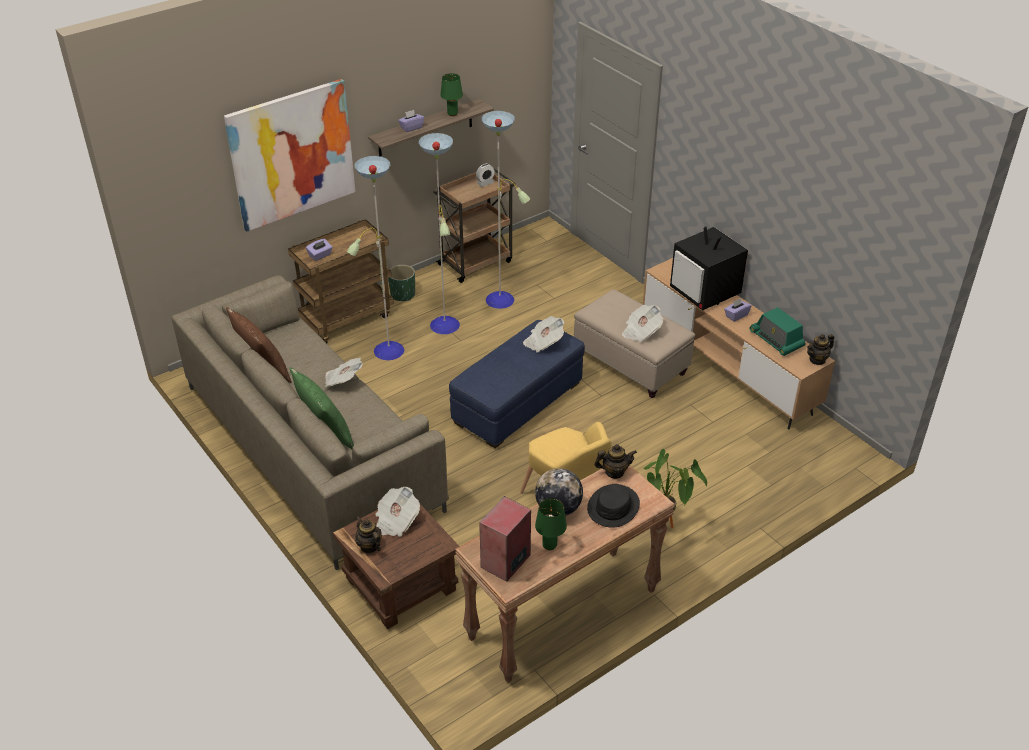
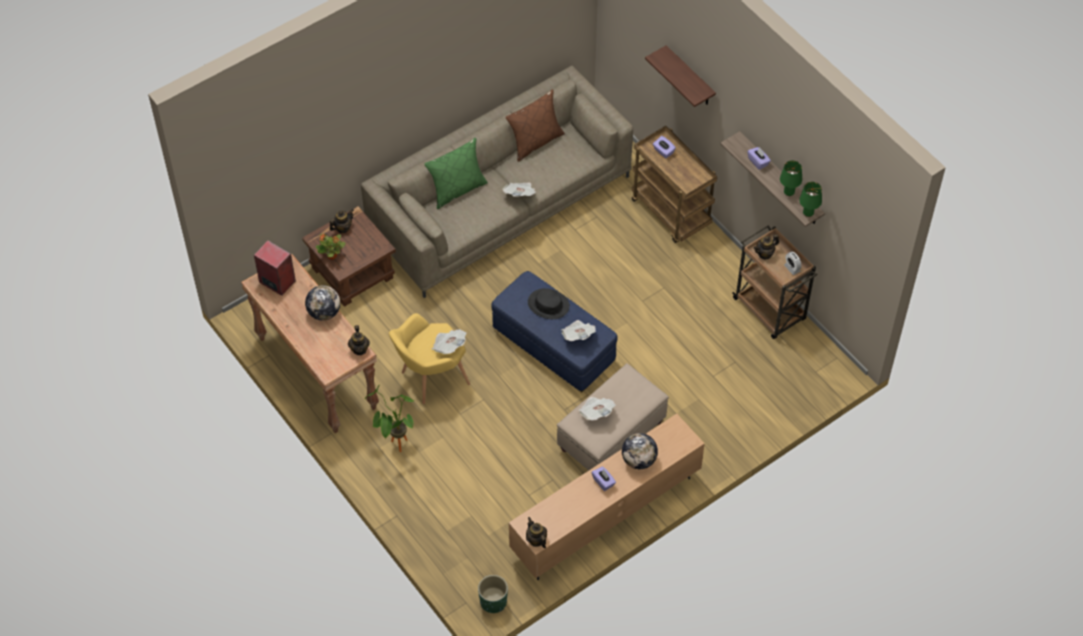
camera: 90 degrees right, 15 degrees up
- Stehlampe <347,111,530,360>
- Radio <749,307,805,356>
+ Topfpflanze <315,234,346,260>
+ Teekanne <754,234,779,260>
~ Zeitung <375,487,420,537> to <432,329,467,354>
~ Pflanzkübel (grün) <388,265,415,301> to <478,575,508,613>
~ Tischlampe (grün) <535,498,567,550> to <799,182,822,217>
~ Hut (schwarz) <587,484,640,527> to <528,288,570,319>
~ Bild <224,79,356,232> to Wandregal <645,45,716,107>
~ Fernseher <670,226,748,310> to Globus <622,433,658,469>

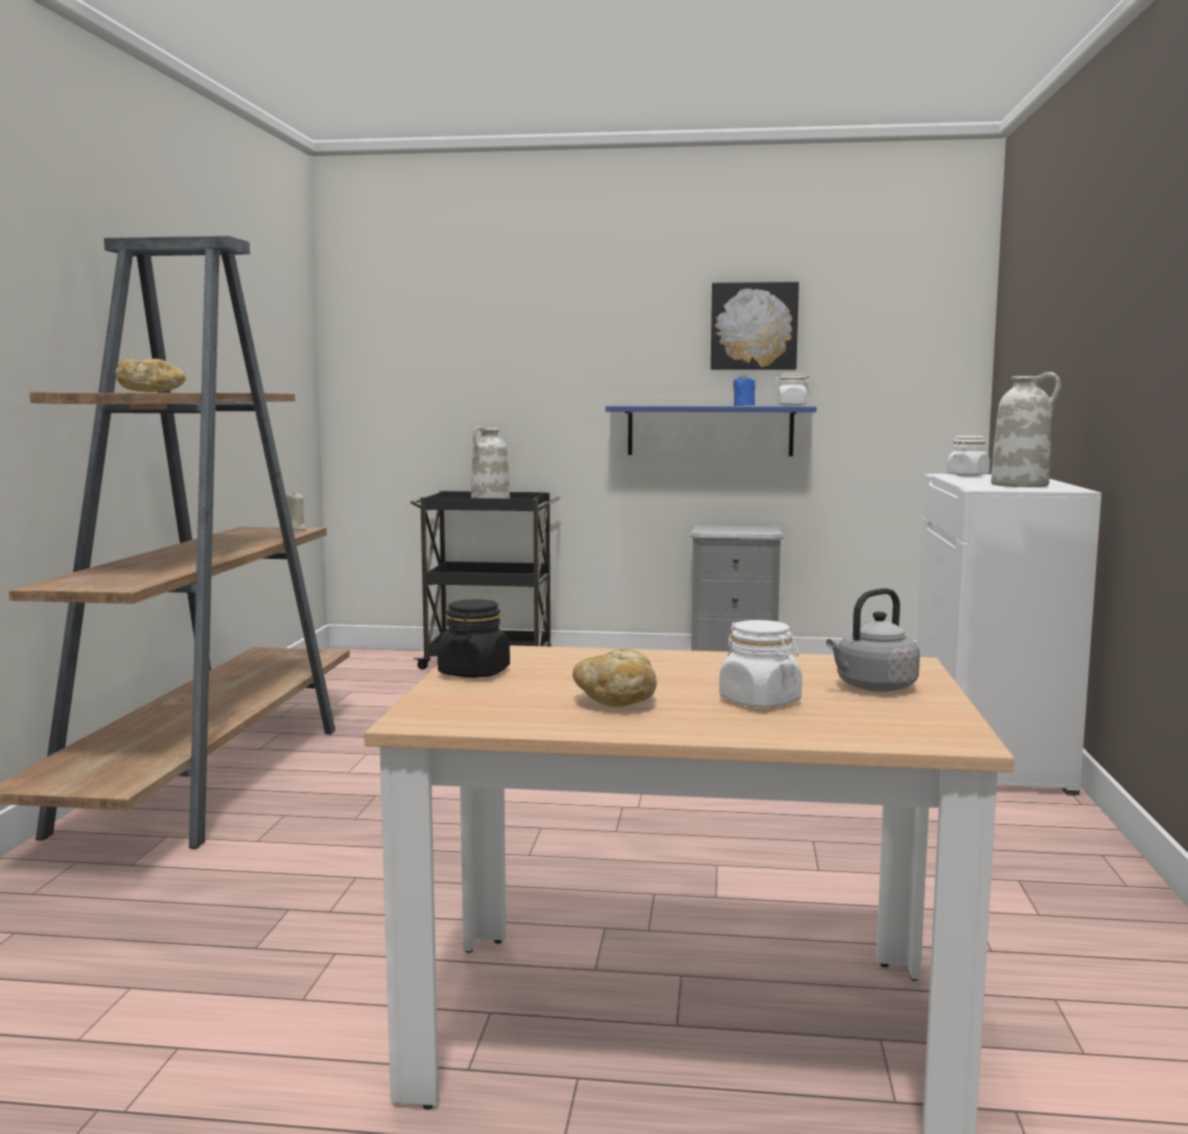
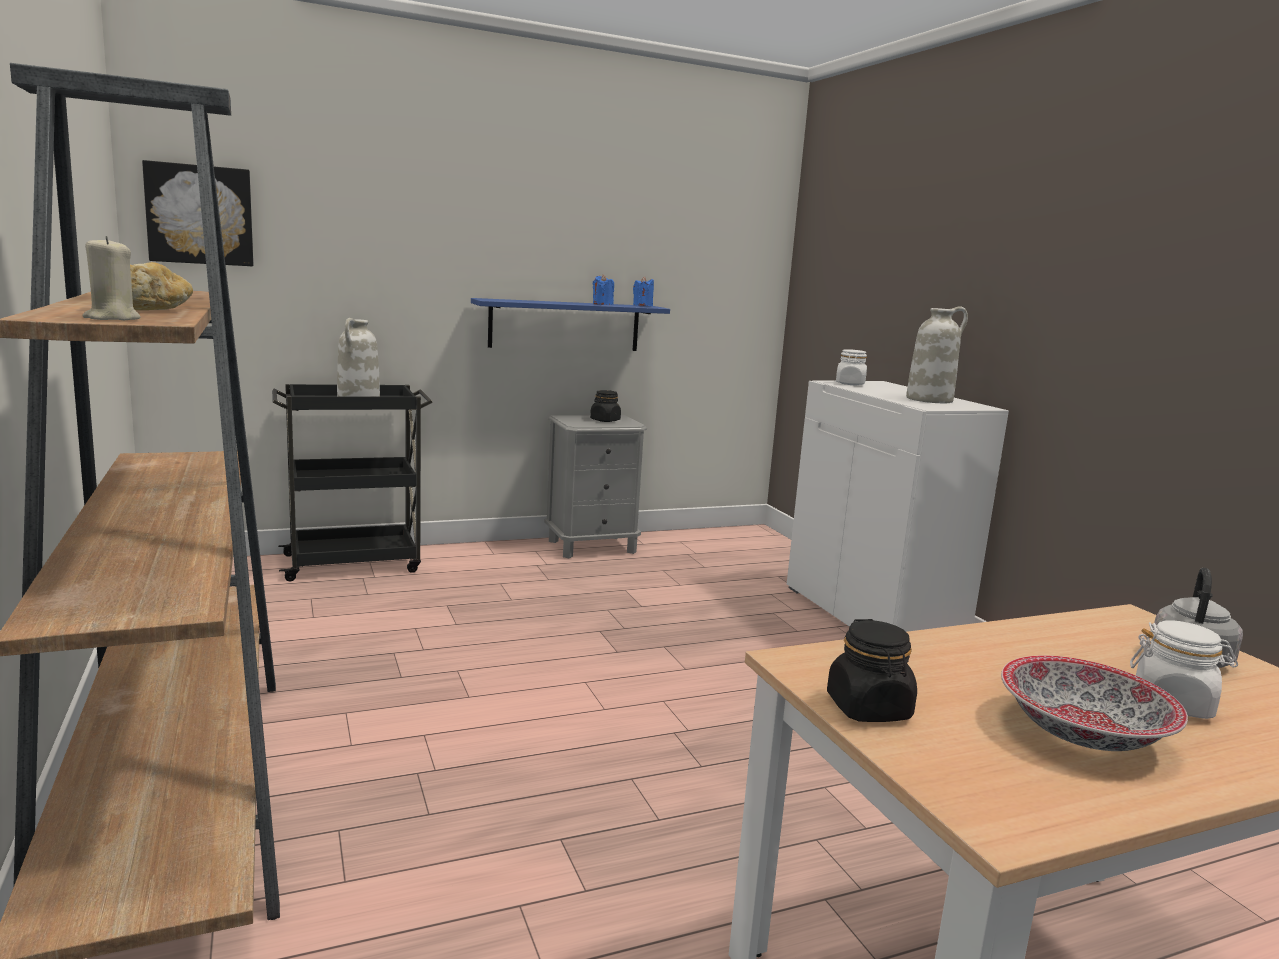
camera: 30 degrees left, 5 degrees up
+ Vorratsglas (schwarz) <590,390,621,422>
~ Kerze (beige) <286,492,306,531> to <83,236,140,320>
~ Bild <711,282,799,370> to <142,160,253,266>
~ Brot <573,648,657,707> to Schüssel <1001,655,1188,751>
~ Vorratsglas (weiß) <774,374,810,406> to Kerze (blau) <633,276,654,306>

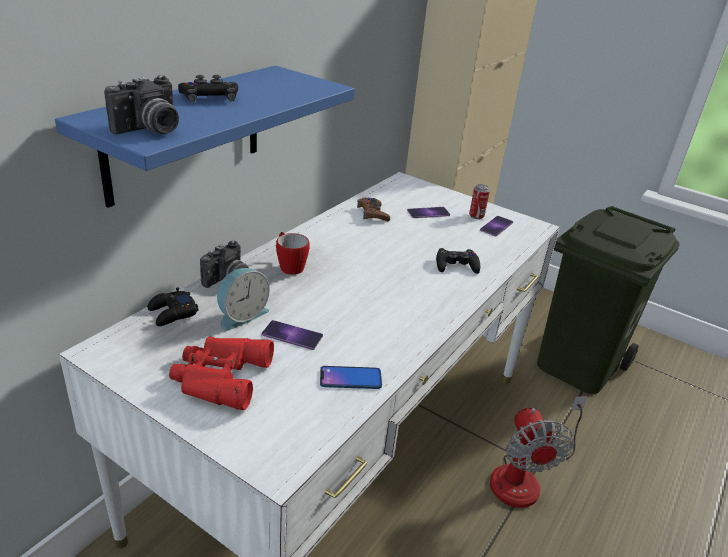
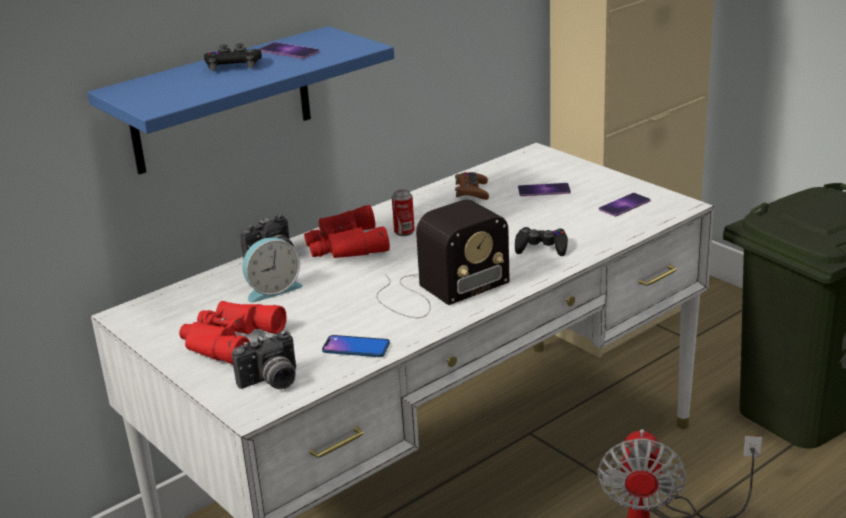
camera: 20 degrees right, 5 degrees down
- Gamepad (schwarz) <147,288,199,326>
+ Radio <376,199,510,318>
~ Kamera <104,75,179,135> to <232,330,296,389>
~ Handy <262,320,323,350> to <259,42,319,59>
~ Dose <469,184,490,219> to <392,190,415,236>
~ Henkelbecher <276,232,309,275> to Fernglas (rot) <304,205,390,258>

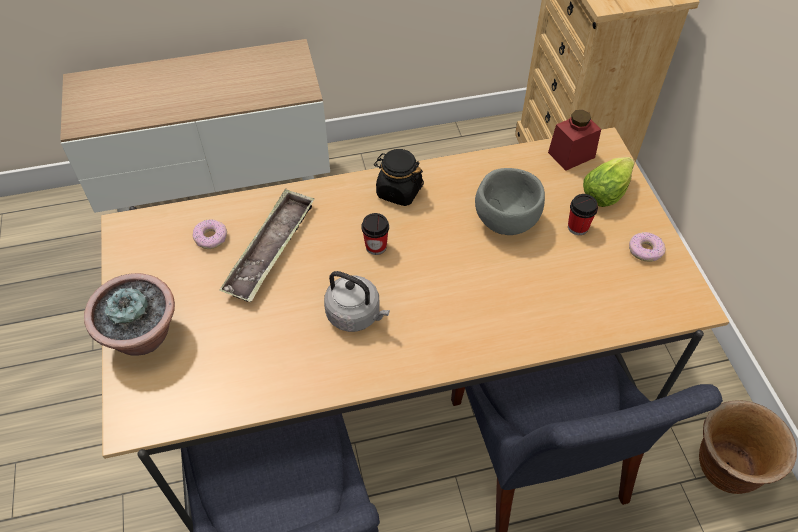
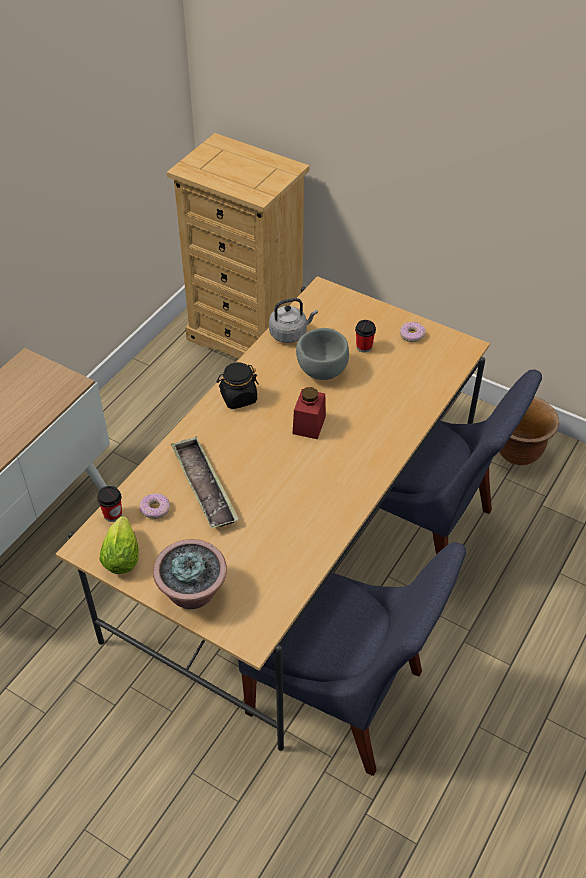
camera: 45 degrees left, 5 degrees down
~ Wasserkessel (grau) <324,271,390,332> to <269,298,318,343>
~ Tasse <361,213,389,255> to <97,486,122,522>
~ Vorratsglas (rot) <548,110,601,171> to <293,387,326,439>
~ Salatkopf <583,157,635,207> to <99,516,139,574>

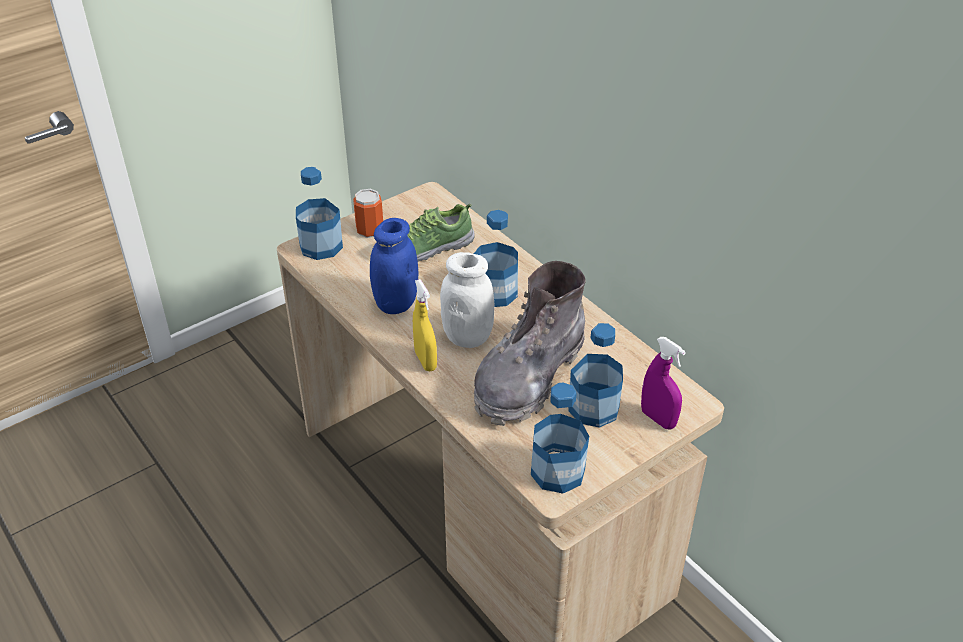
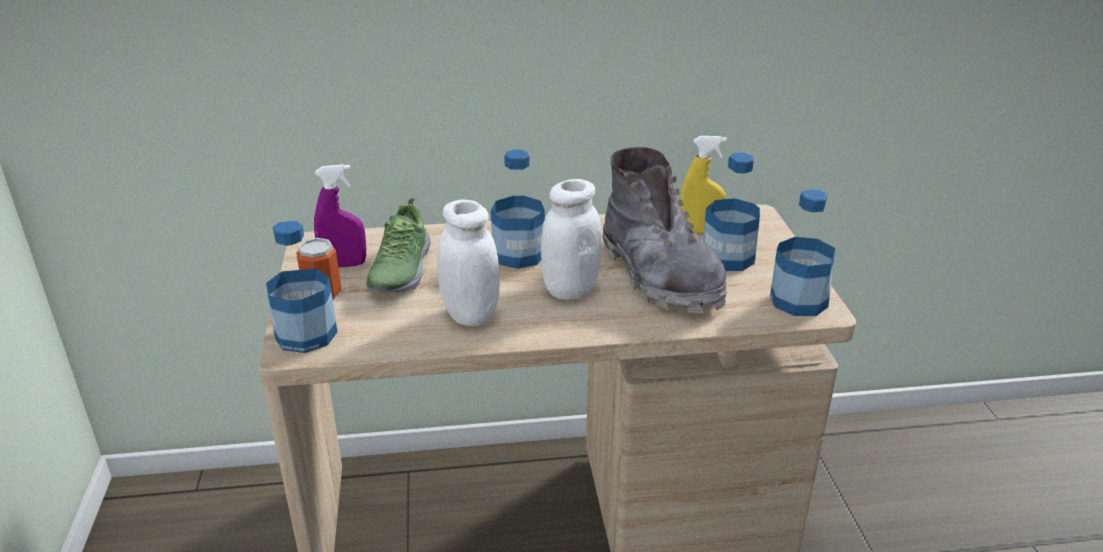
camera: 60 degrees left, 10 degrees down
~ Sprühflasche (gelb) <413,279,437,371> to <680,136,727,233>
~ Sprühflasche (lila) <641,337,686,429> to <314,164,366,268>
~ Vorratsglas (blau) <370,218,418,314> to Vorratsglas (weiß) <437,200,500,326>

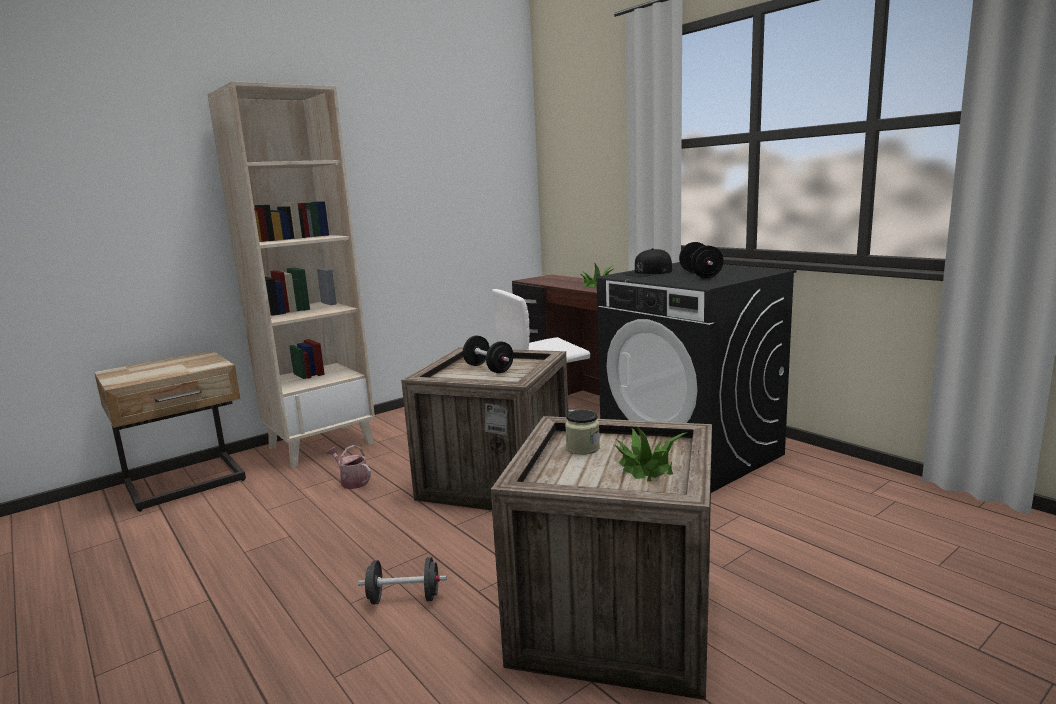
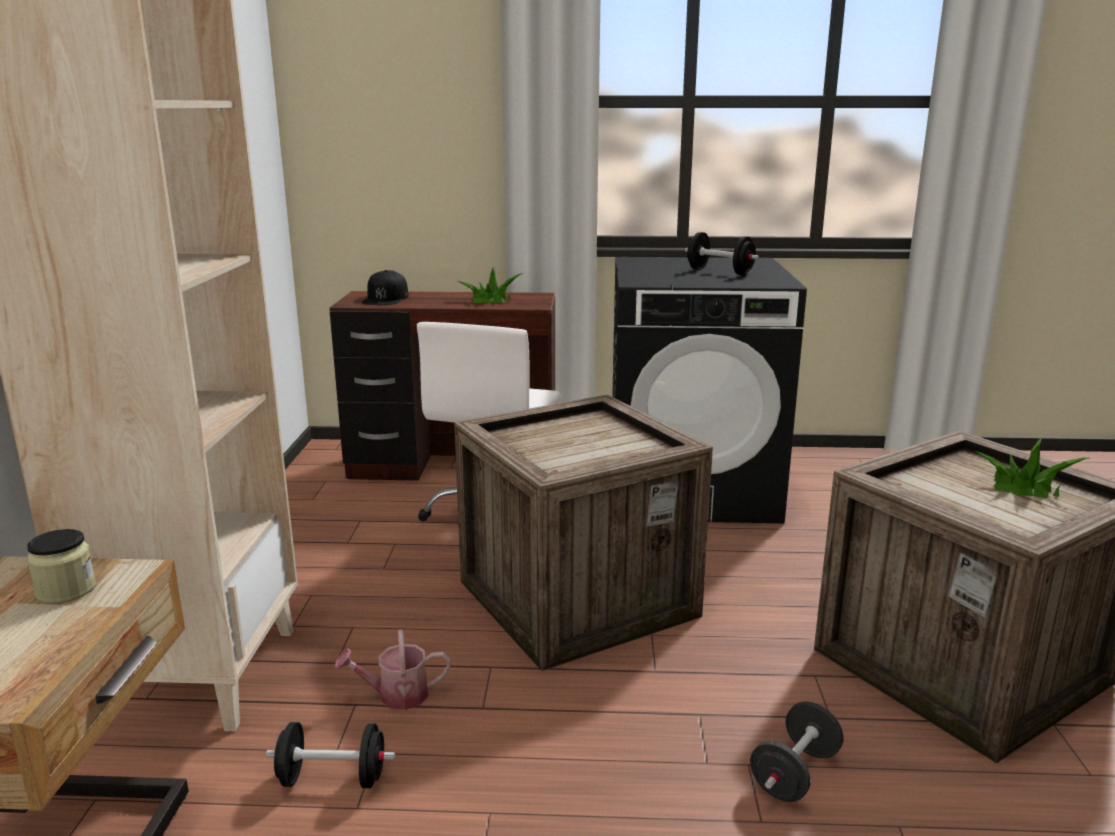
camera: 50 degrees left, 5 degrees up
~ Hantel (schwarz) <463,335,514,373> to <266,722,395,788>
~ Vorratsglas <565,410,600,455> to <27,529,96,604>
~ Kappe (schwarz) <624,248,672,276> to <362,270,409,305>

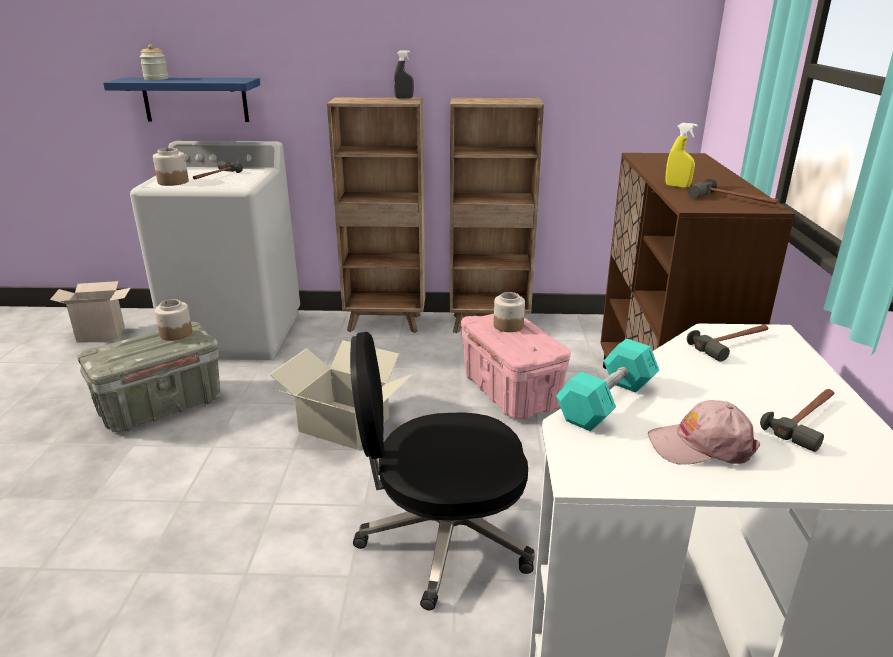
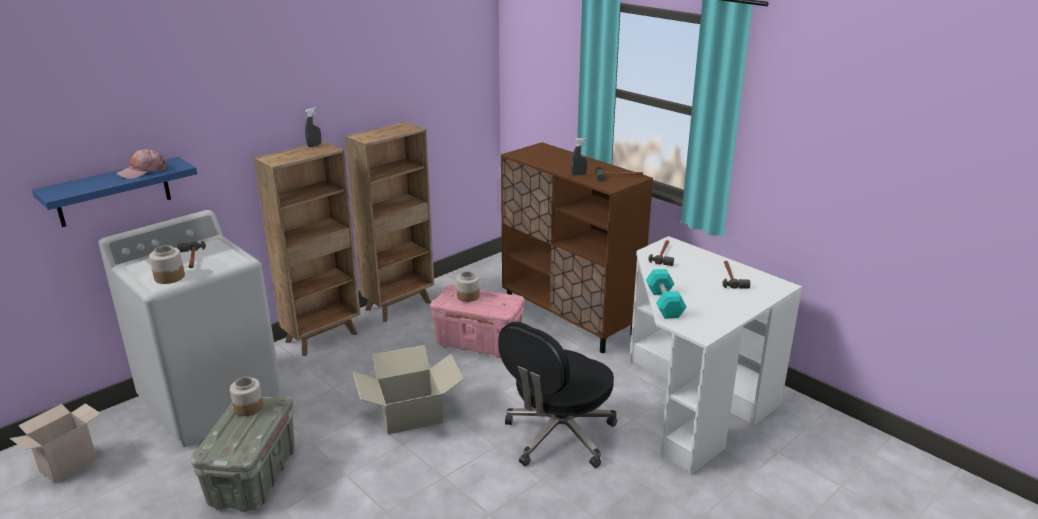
camera: 45 degrees left, 0 degrees up
- Vorratsglas <139,44,168,80>
~ Kappe (rosa) <648,400,760,465> to <116,148,168,179>
~ Sprühflasche (gelb) <666,123,698,188> to Sprühflasche (grau) <571,138,588,175>

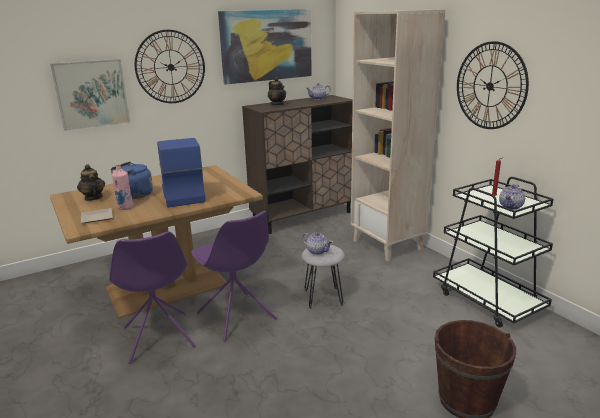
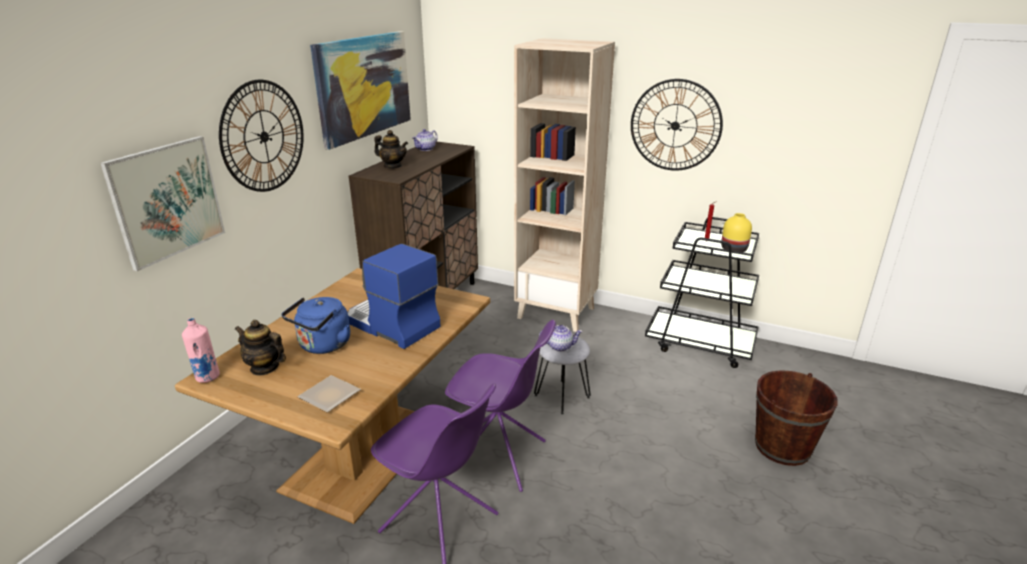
camera: 35 degrees left, 5 degrees up
~ Flasche (rosa) <112,165,134,210> to <182,318,220,383>
~ Teekanne <499,184,525,210> to Vase (gelb) <721,213,752,252>

